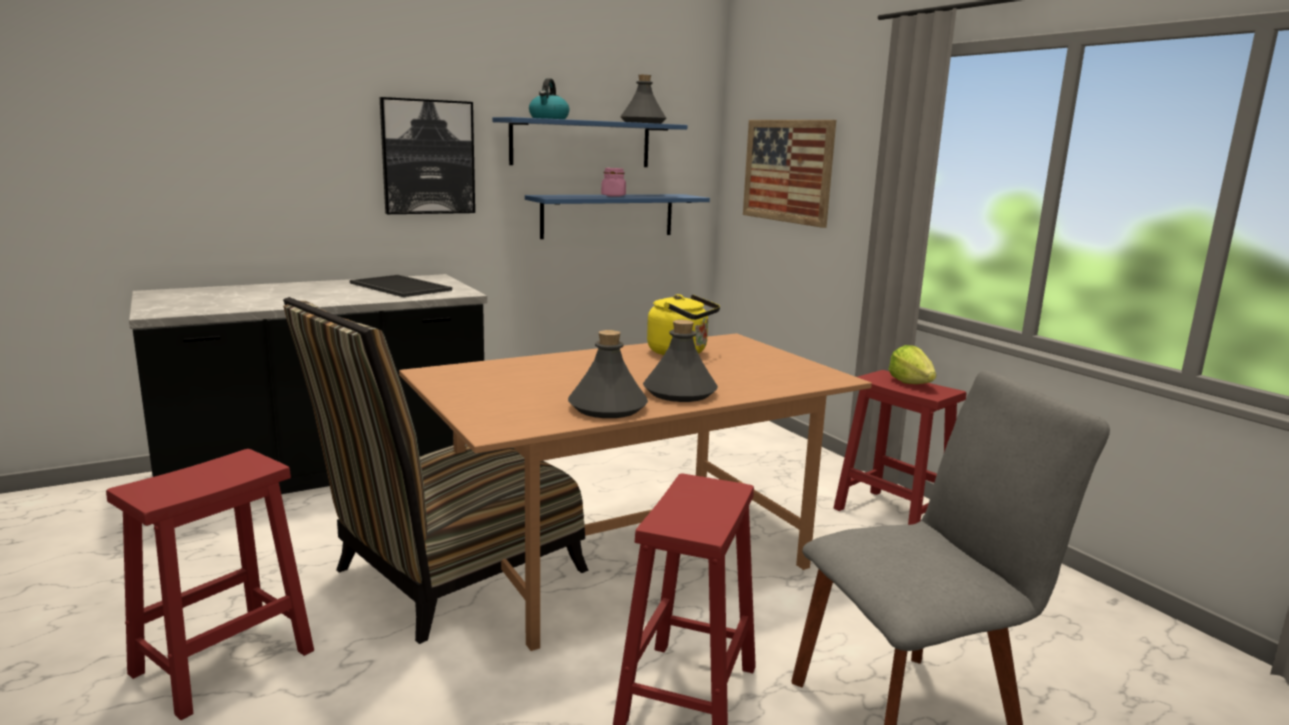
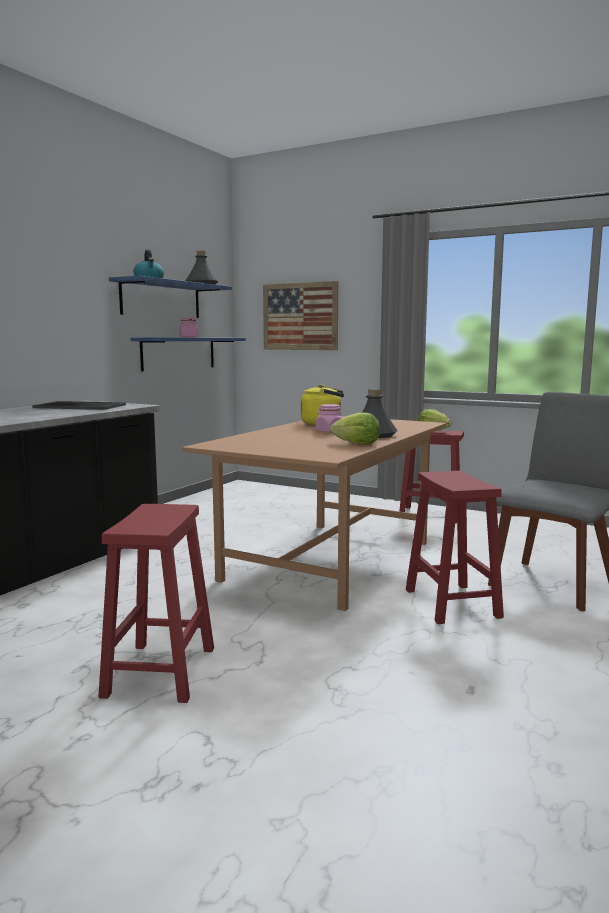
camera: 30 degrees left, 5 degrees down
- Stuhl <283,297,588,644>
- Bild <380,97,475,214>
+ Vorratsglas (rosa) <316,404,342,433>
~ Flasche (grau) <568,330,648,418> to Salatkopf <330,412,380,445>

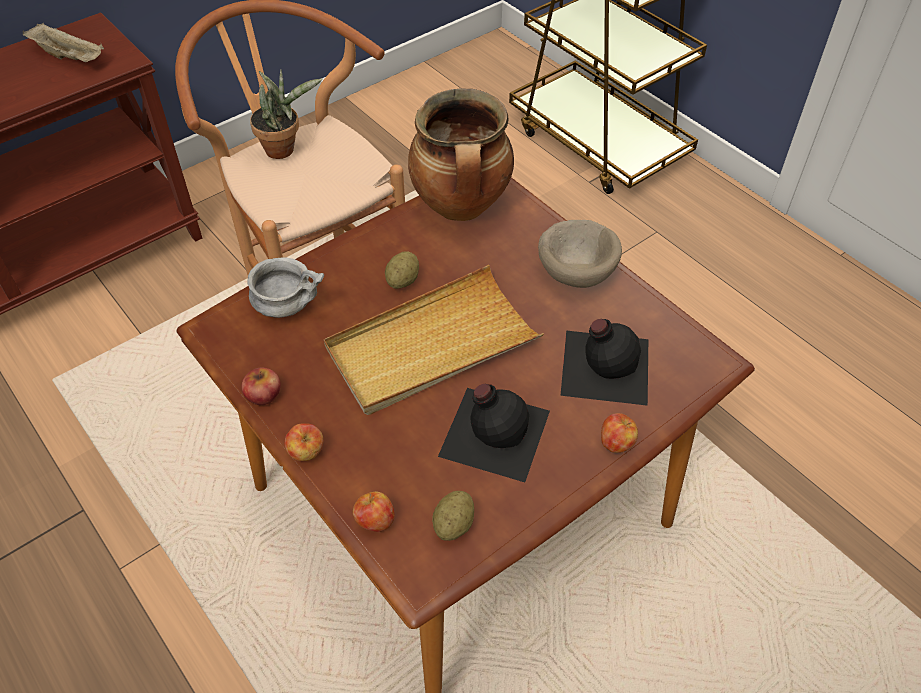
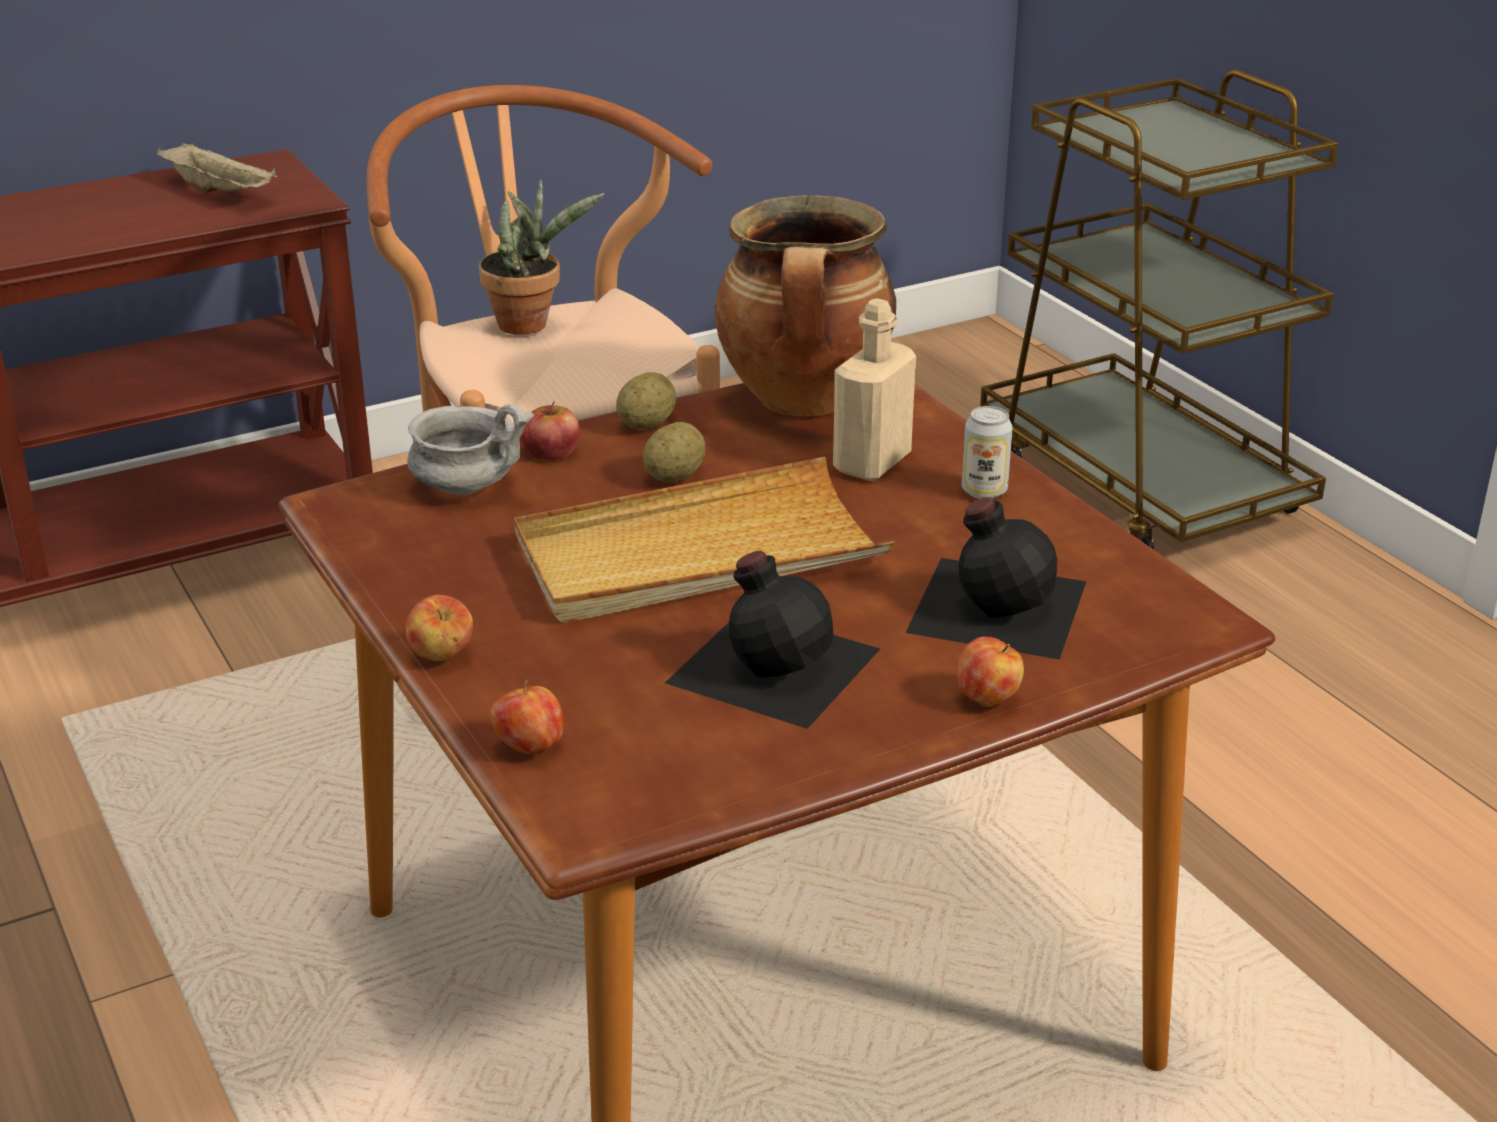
camera: 10 degrees right, 20 degrees down
+ Flasche (beige) <833,298,916,481>
~ Apfel <242,367,281,405> to <521,402,580,460>
~ Kartoffel <432,491,474,541> to <616,372,676,429>
~ Schüssel (beige) <538,220,622,288> to Dose <962,406,1013,499>

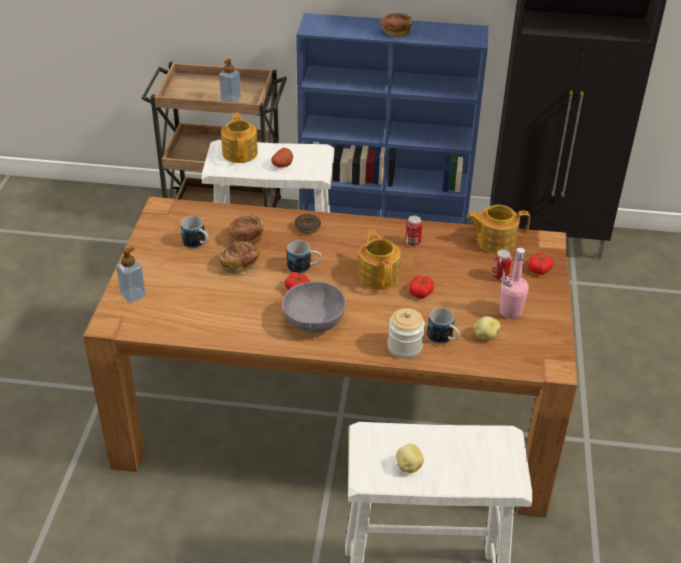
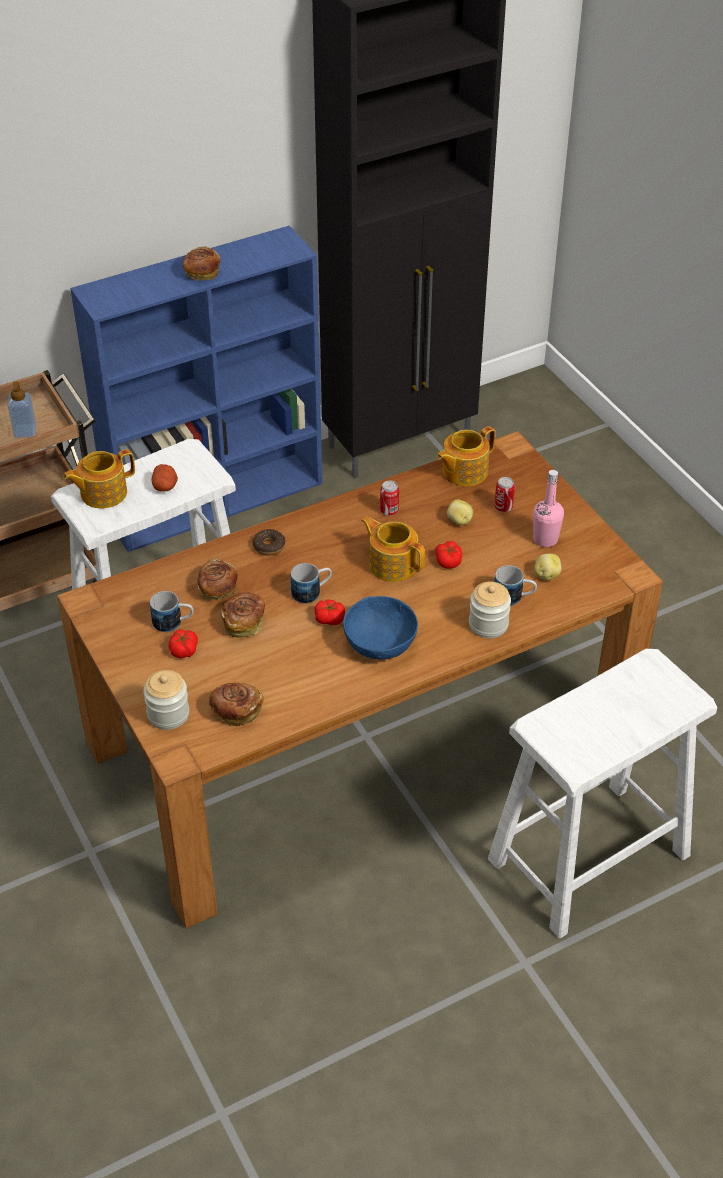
camera: 35 degrees left, 5 degrees up
+ Brot <209,683,263,726>
~ Kartoffel <396,444,424,473> to <447,500,473,525>
~ Tomate <528,253,553,275> to <168,629,198,658>
~ Seifenspender <116,247,146,303> to Vorratsglas <143,670,189,730>
~ Schüssel (grau) <282,281,346,333> to Schüssel (blau) <343,596,418,659>
~ Teekanne <221,113,258,163> = <63,449,135,508> 75 degrees counterclockwise

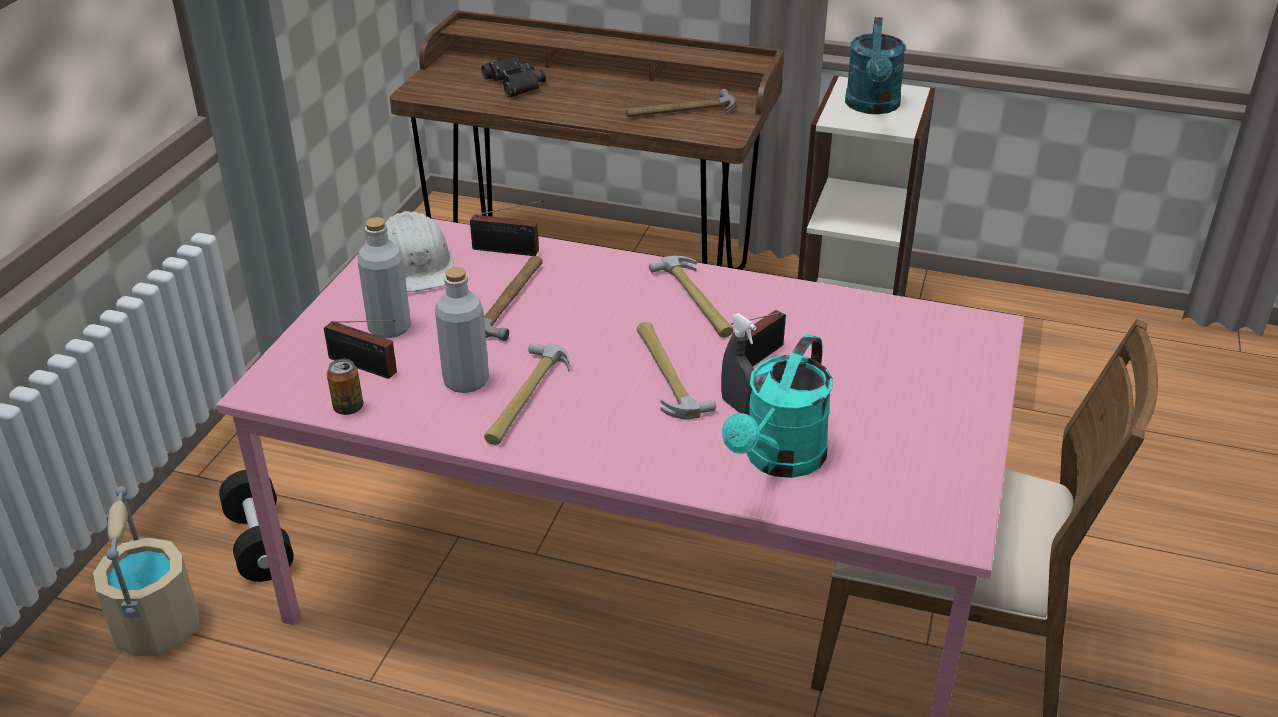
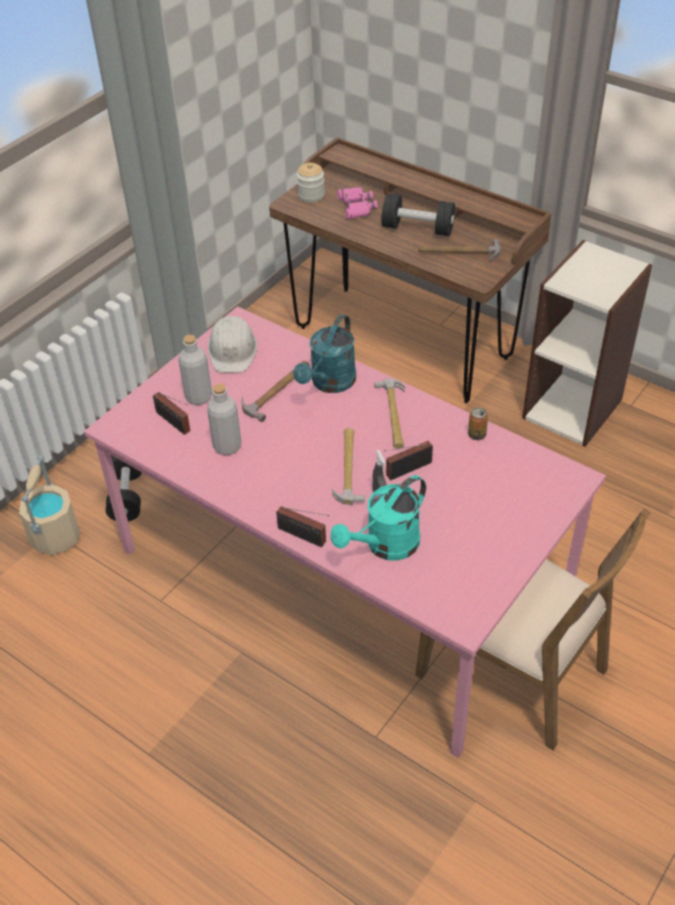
camera: 20 degrees right, 10 degrees up
- Hammer <484,343,570,445>
+ Vorratsglas <297,163,325,203>
+ Hantel (schwarz) <381,194,455,236>
~ Dose <327,359,363,415> to <468,407,488,440>
~ Radio <470,200,544,256> to <276,506,329,547>
~ Gießkanne (türkis) <845,17,906,114> to <293,314,356,393>
~ Fernglas (schwarz) <481,57,546,98> to Fernglas (rosa) <337,187,378,220>

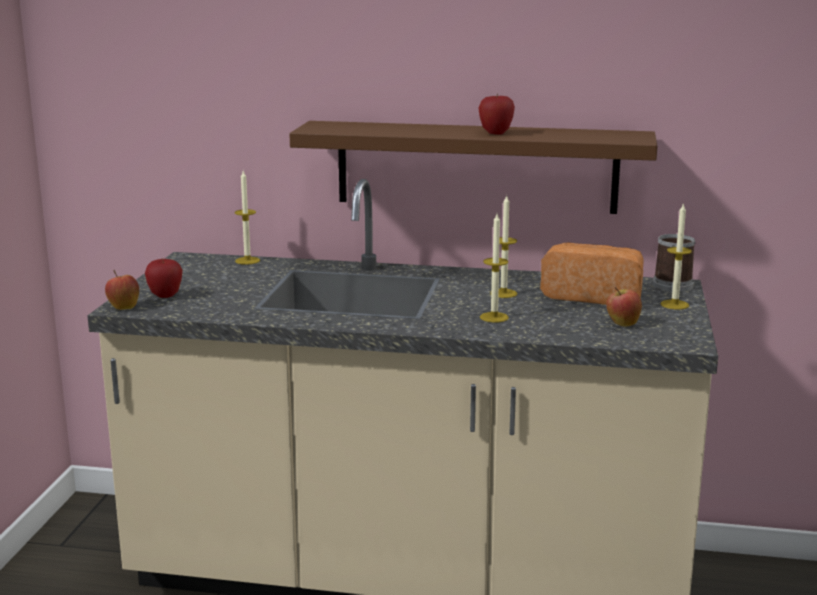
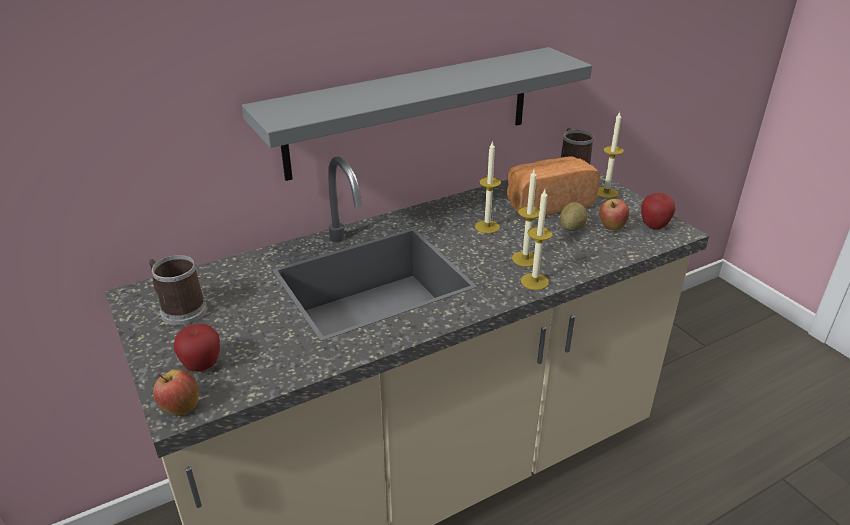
camera: 40 degrees left, 15 degrees up
+ Henkelbecher <149,255,208,326>
+ Kartoffel <560,202,587,231>
~ Kerze <235,171,260,265> to <521,190,553,290>
~ Apfel <478,93,515,134> to <641,193,676,230>
~ Wandregal (braun) <289,121,657,214> to Wandregal (grau) <242,47,592,181>

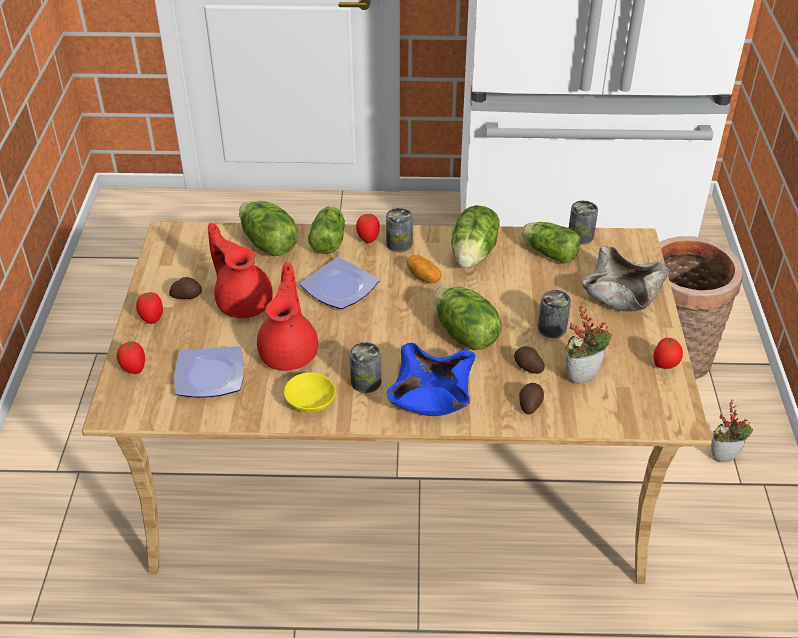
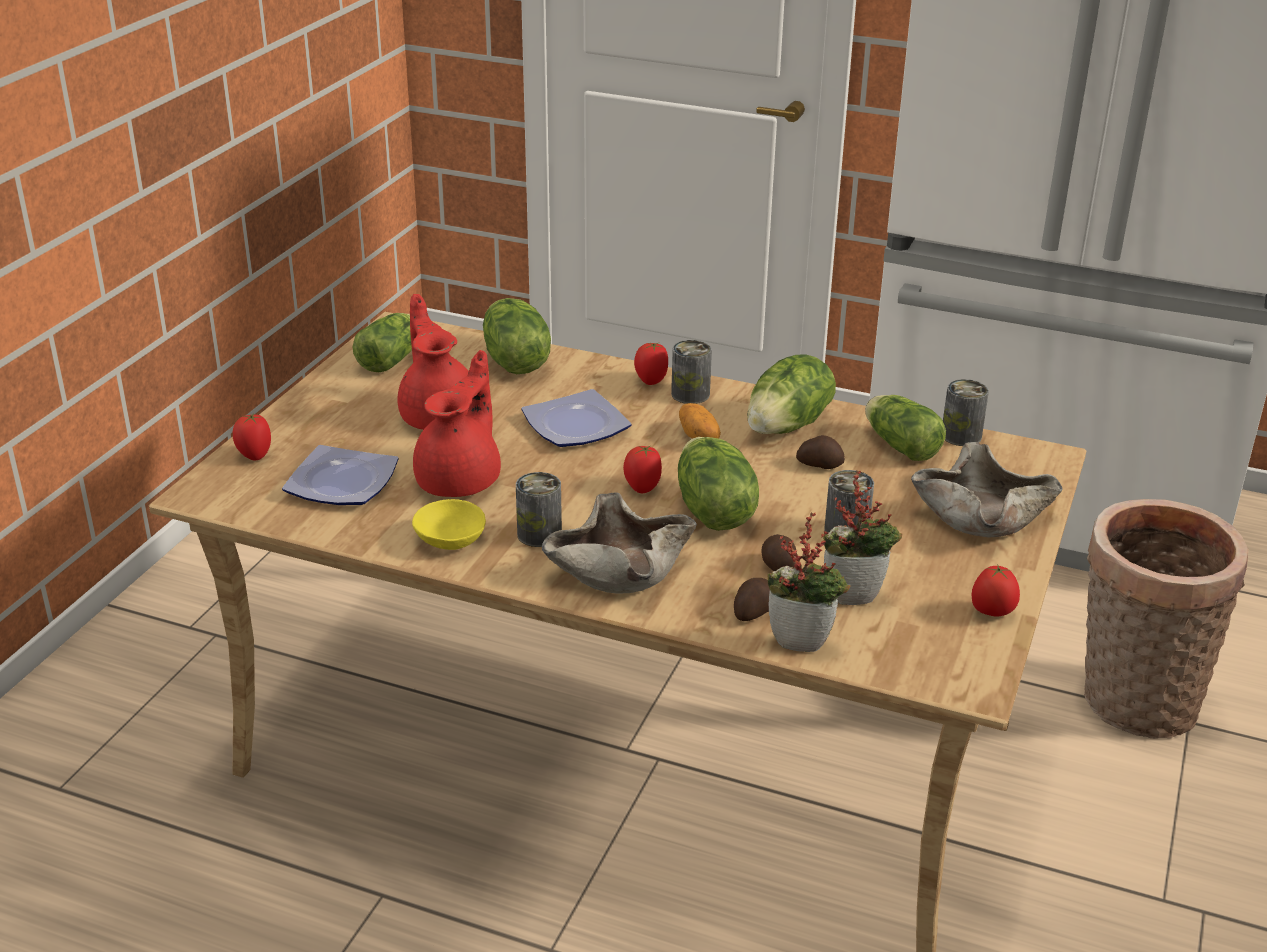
camera: 20 degrees right, 10 degrees down
~ Tomate <136,291,163,324> to <623,446,662,493>
~ Kartoffel <169,277,202,299> to <796,435,845,469>
~ Salatkopf <308,205,345,254> to <352,313,412,372>
~ Topfpflanze <711,400,753,462> to <767,512,851,652>
~ Schüssel (blau) <387,343,475,416> to Schüssel (beige) <542,492,697,593>

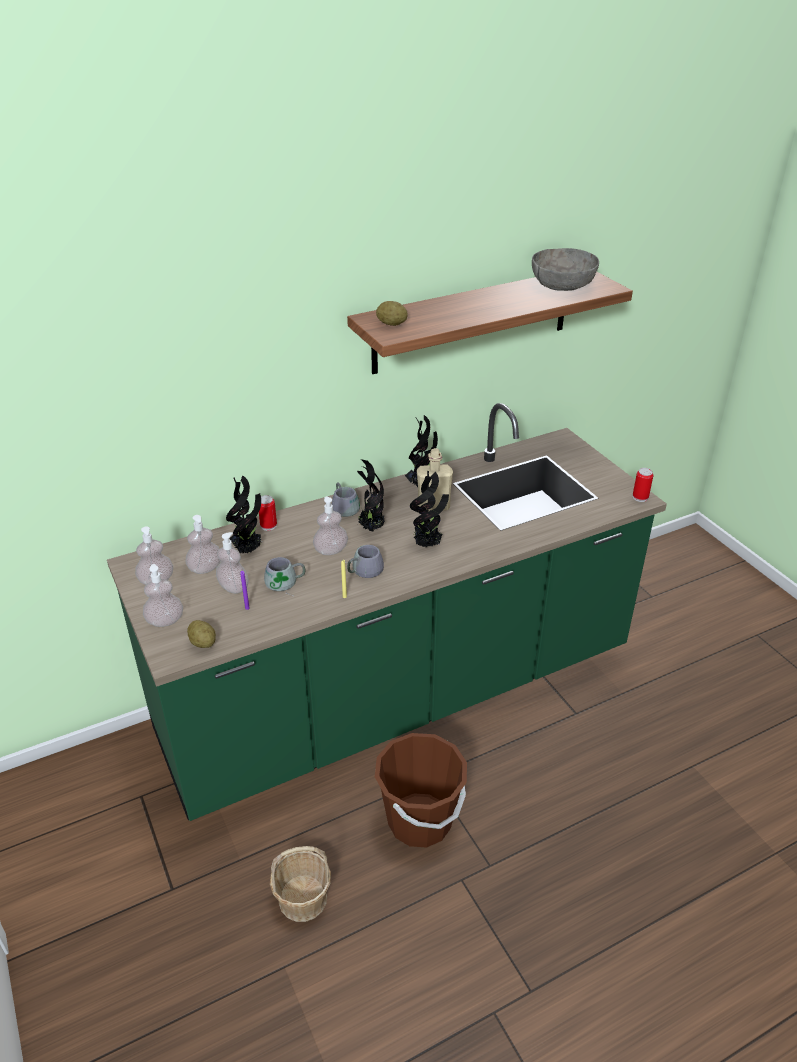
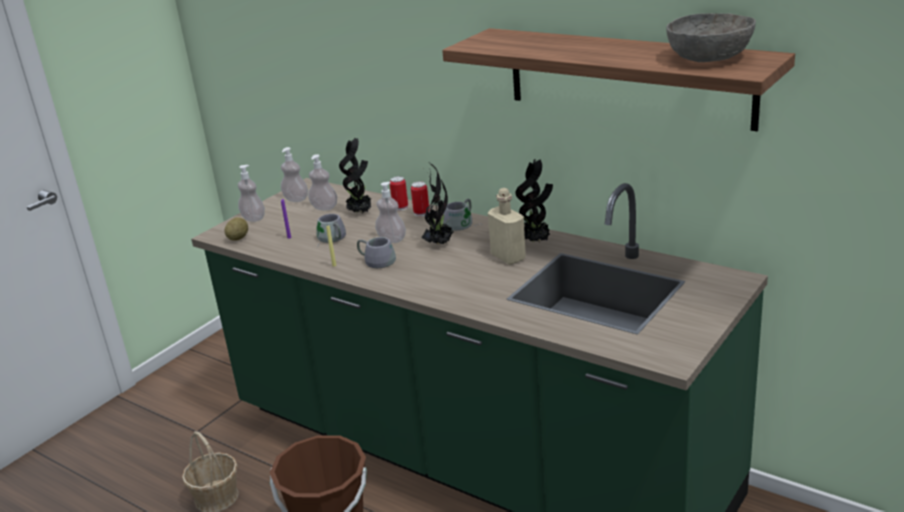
camera: 65 degrees right, 10 degrees down
- Seifenspender <216,532,249,594>
- Kartoffel <376,301,408,326>
- Topfpflanze <410,471,449,547>
~ Dose <633,468,653,502> to <411,181,430,217>

